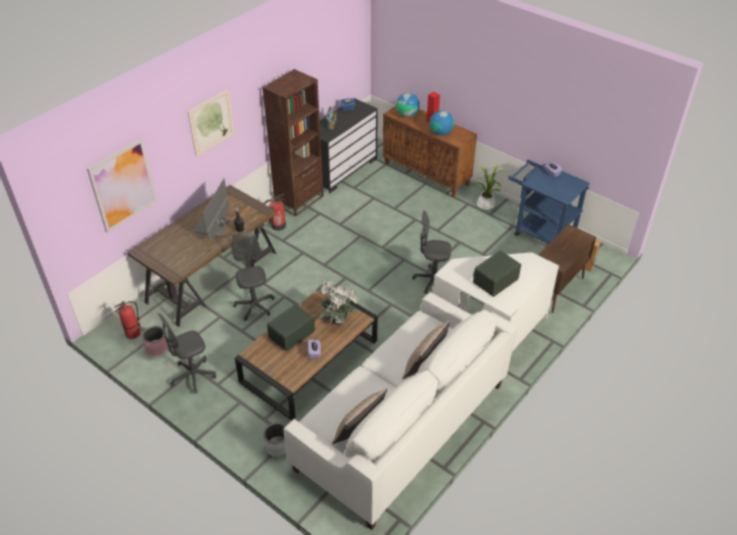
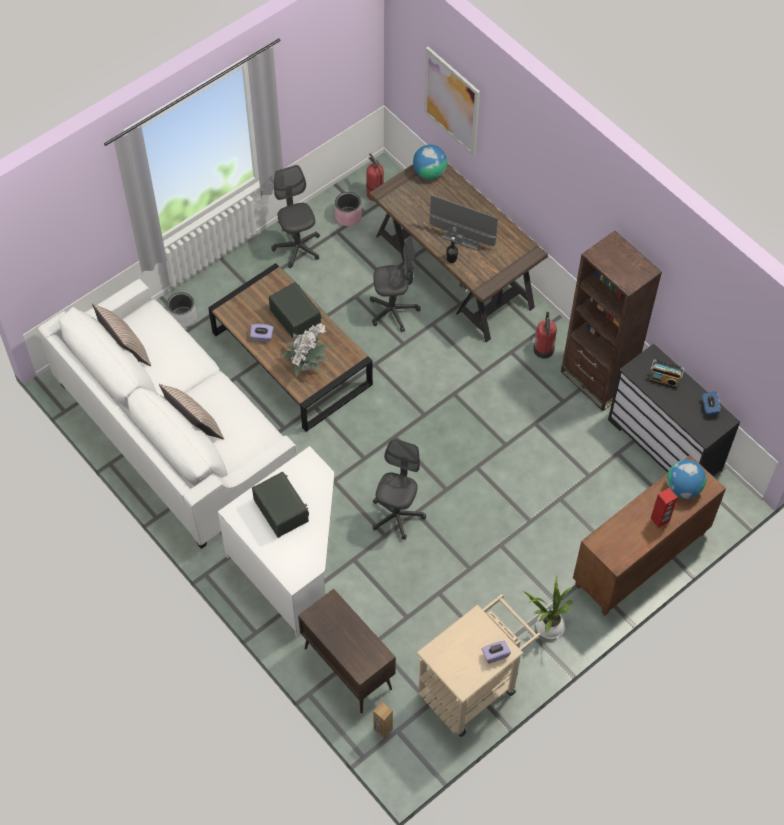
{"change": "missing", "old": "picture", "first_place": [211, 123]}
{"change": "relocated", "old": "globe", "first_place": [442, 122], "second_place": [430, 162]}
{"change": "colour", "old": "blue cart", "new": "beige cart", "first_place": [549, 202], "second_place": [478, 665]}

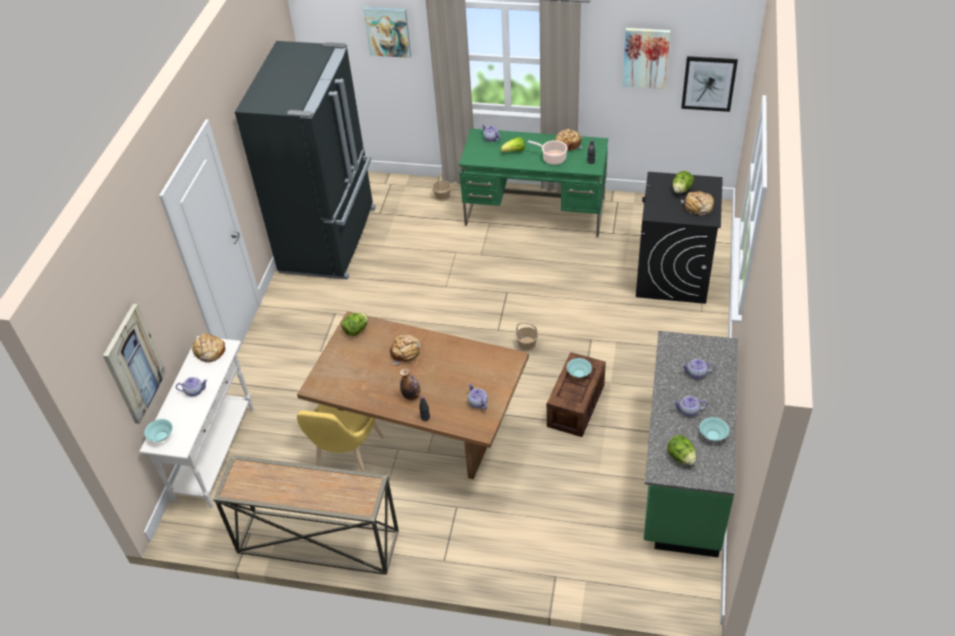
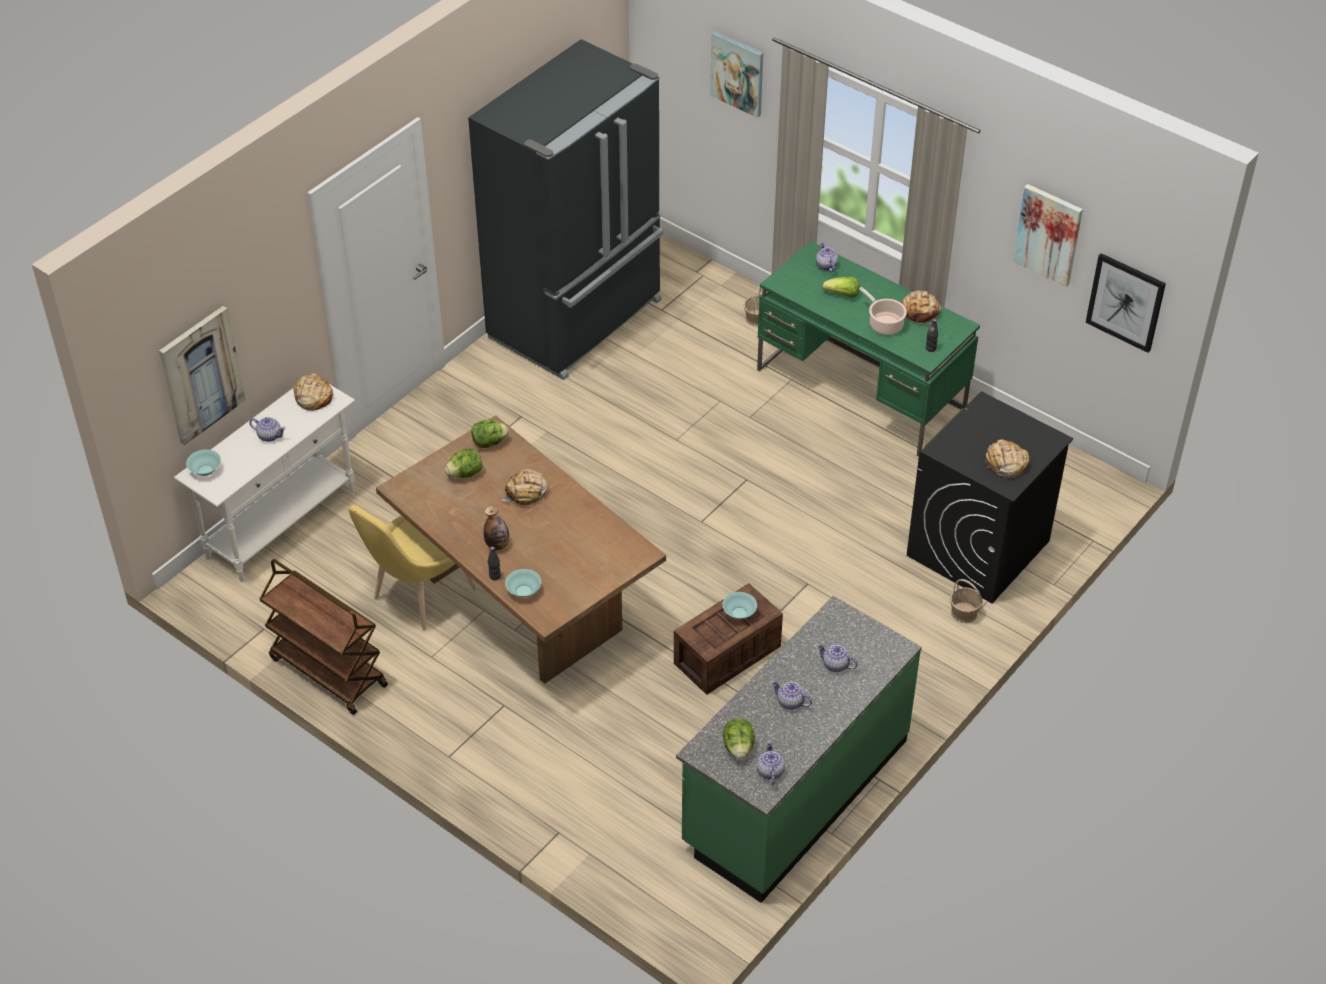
{"change": "relocated", "old": "teapot", "first_place": [478, 396], "second_place": [771, 763]}
{"change": "relocated", "old": "basket", "first_place": [527, 337], "second_place": [966, 601]}
{"change": "relocated", "old": "lettuce", "first_place": [683, 182], "second_place": [463, 463]}
{"change": "relocated", "old": "turquoise bowl", "first_place": [714, 429], "second_place": [523, 583]}
{"change": "exchanged", "old": "console table", "new": "brown cart", "first_place": [306, 515], "second_place": [323, 637]}

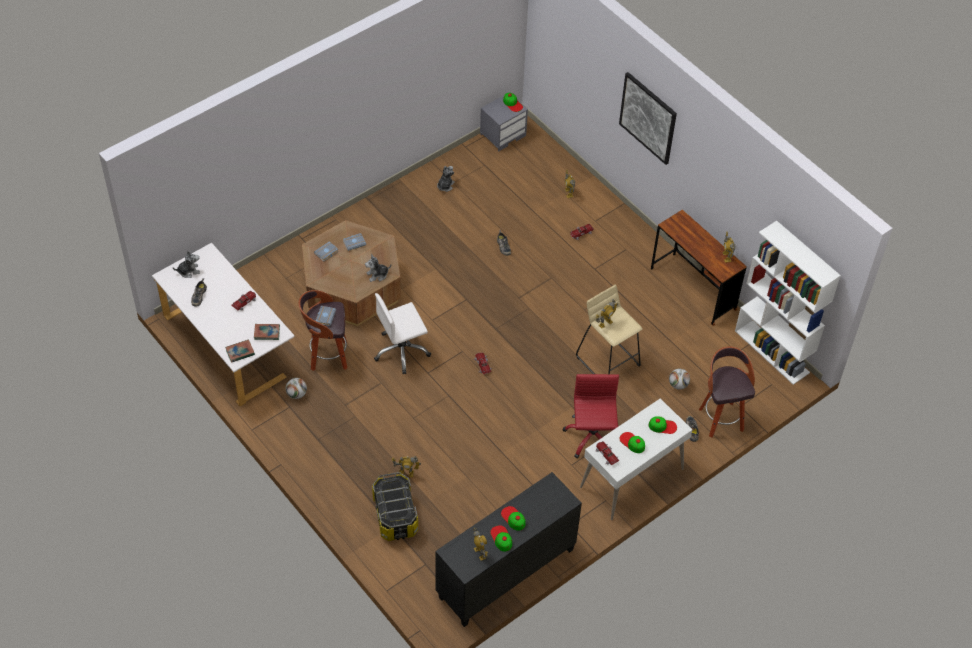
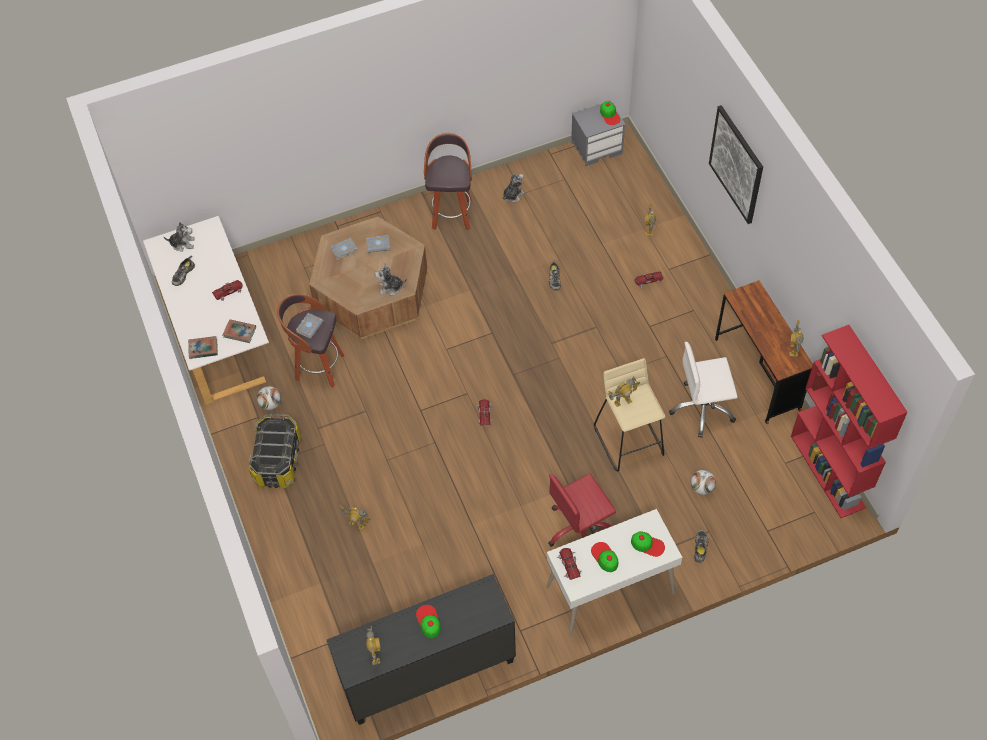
{"change": "missing", "old": "cap", "first_place": [501, 538]}
{"change": "relocated", "old": "storage box", "first_place": [395, 506], "second_place": [275, 451]}
{"change": "relocated", "old": "white office chair", "first_place": [402, 333], "second_place": [703, 390]}
{"change": "relocated", "old": "stool", "first_place": [727, 392], "second_place": [448, 182]}
{"change": "colour", "old": "white bookcase", "new": "red bookcase", "first_place": [788, 303], "second_place": [849, 421]}
{"change": "spun", "old": "red office chair", "first_place": [591, 416], "second_place": [582, 510], "degrees": -135}

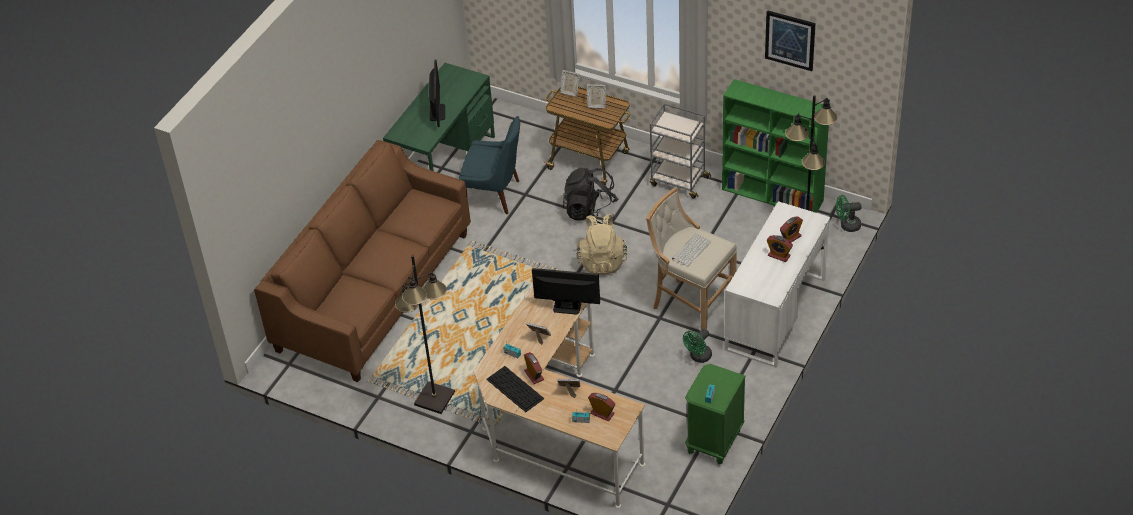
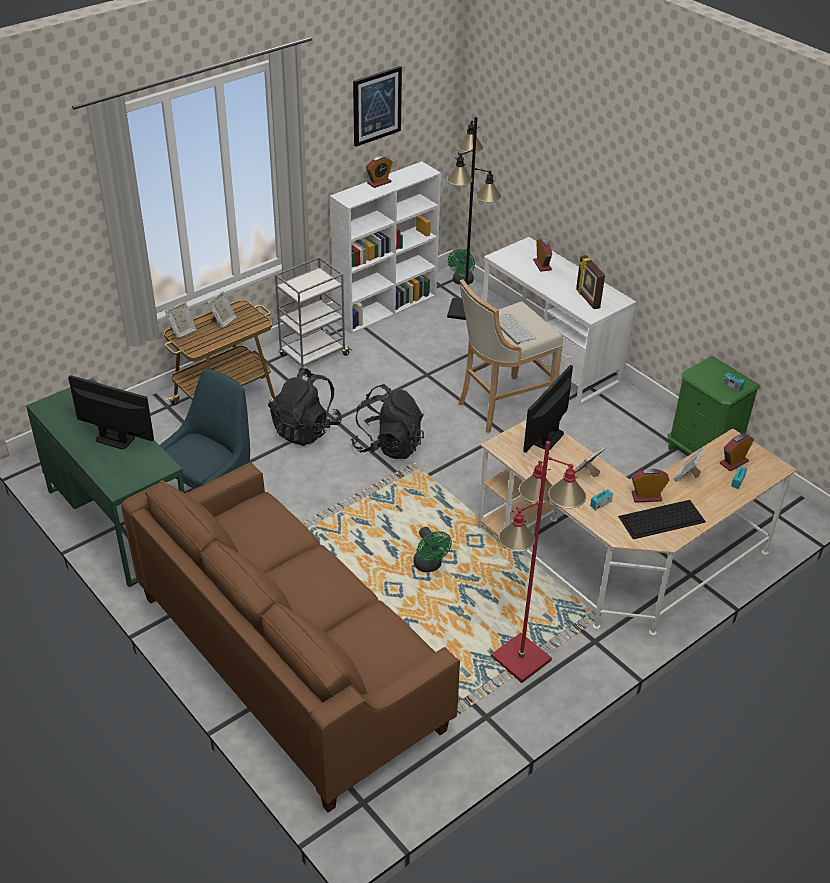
{"change": "appeared", "new": "picture frame", "second_place": [590, 282]}
{"change": "relocated", "old": "green fan", "first_place": [697, 346], "second_place": [432, 549]}
{"change": "relocated", "old": "alarm clock", "first_place": [780, 248], "second_place": [379, 172]}
{"change": "colour", "old": "black floor lamp", "new": "red floor lamp", "first_place": [425, 334], "second_place": [538, 562]}
{"change": "colour", "old": "beige backpack", "new": "black backpack", "first_place": [601, 244], "second_place": [387, 421]}
{"change": "colour", "old": "green bookcase", "new": "white bookcase", "first_place": [775, 146], "second_place": [385, 247]}

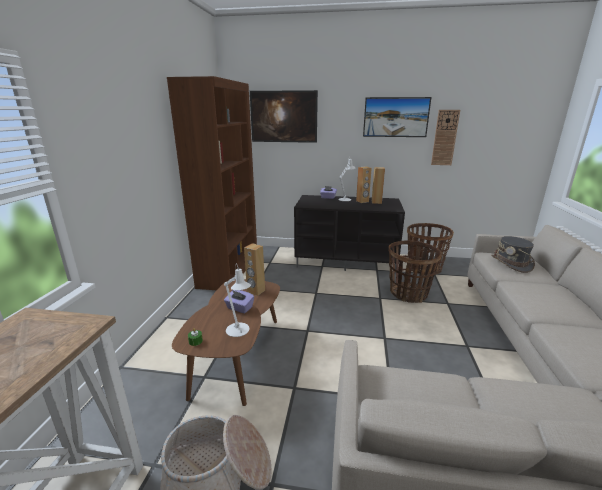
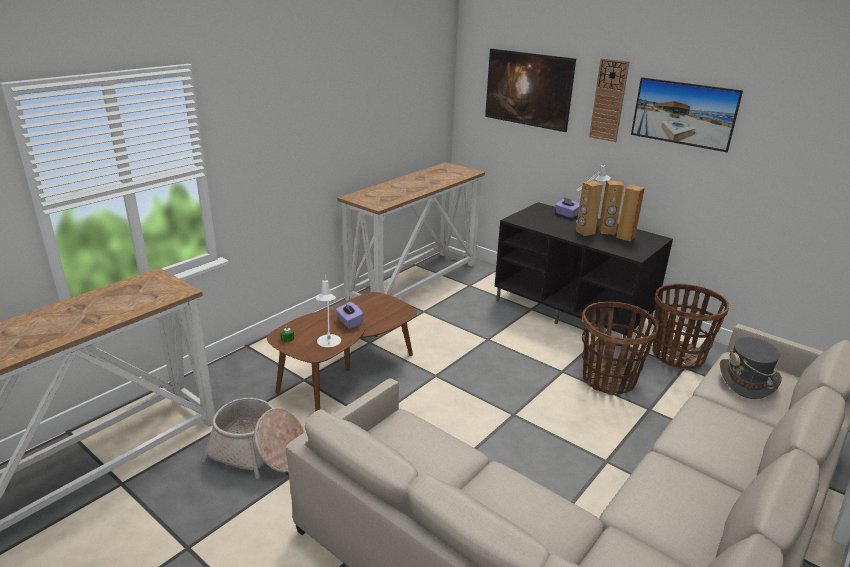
{"change": "relocated", "old": "brown speaker", "first_place": [254, 269], "second_place": [589, 208]}
{"change": "relocated", "old": "wall clock", "first_place": [445, 137], "second_place": [609, 100]}
{"change": "exchanged", "old": "brown bookcase", "new": "console table", "first_place": [212, 183], "second_place": [411, 231]}

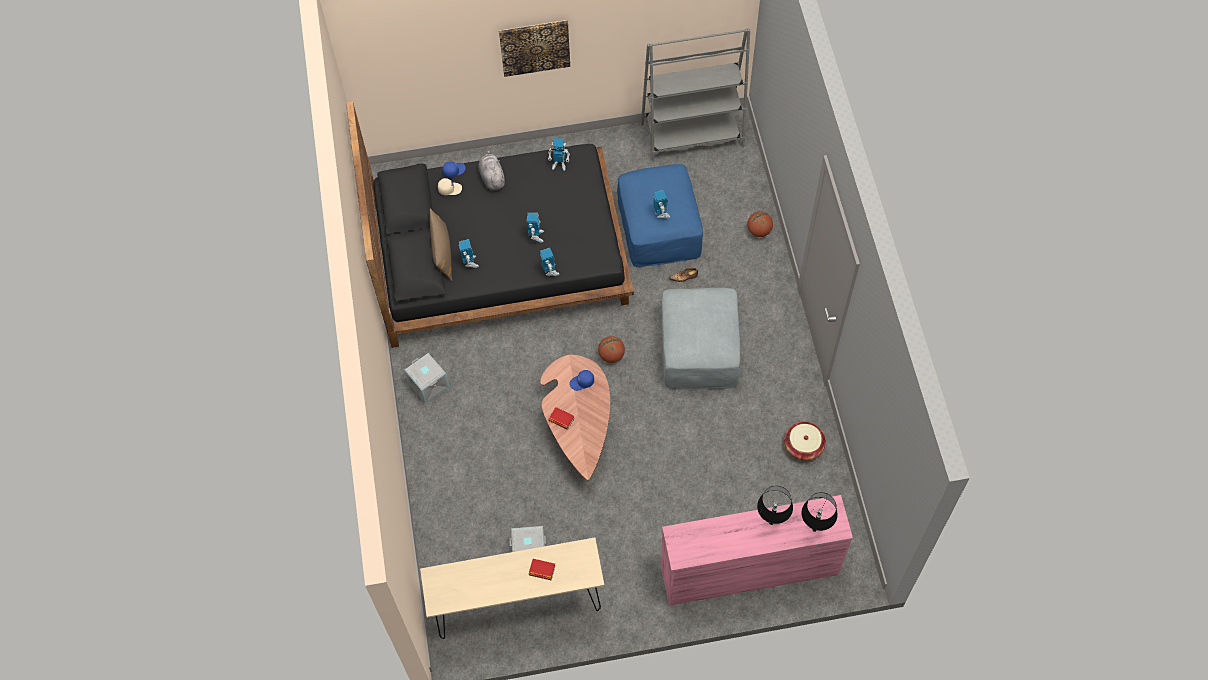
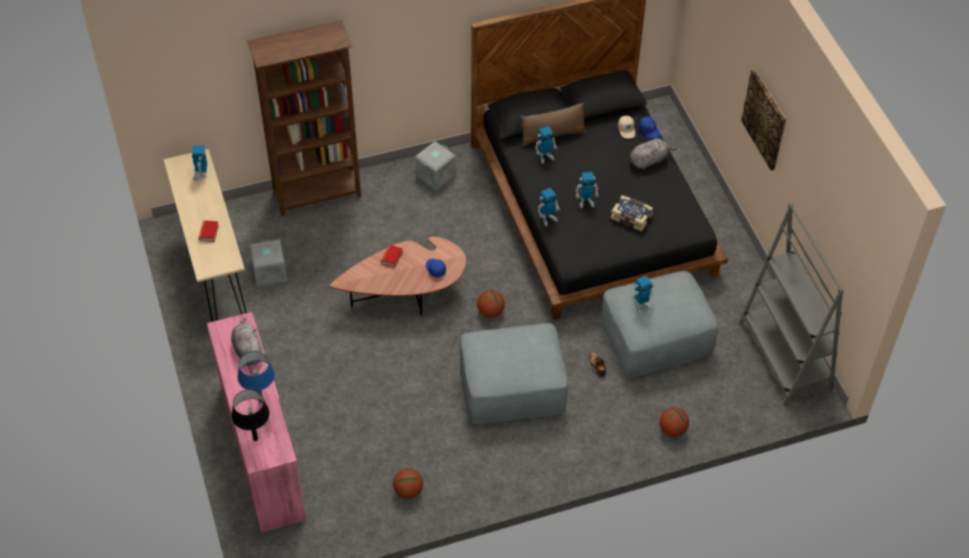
{"change": "appeared", "new": "grey plush toy", "second_place": [247, 341]}
{"change": "appeared", "new": "brown bookcase", "second_place": [304, 118]}
{"change": "appeared", "new": "book", "second_place": [632, 213]}
{"change": "relocated", "old": "toy robot", "first_place": [559, 154], "second_place": [199, 162]}
{"change": "exchanged", "old": "basket", "new": "basketball", "first_place": [805, 441], "second_place": [408, 483]}
{"change": "colour", "old": "blue ottoman", "new": "grey ottoman", "first_place": [660, 215], "second_place": [659, 324]}
{"change": "colour", "old": "black table lamp", "new": "blue table lamp", "first_place": [775, 505], "second_place": [256, 377]}

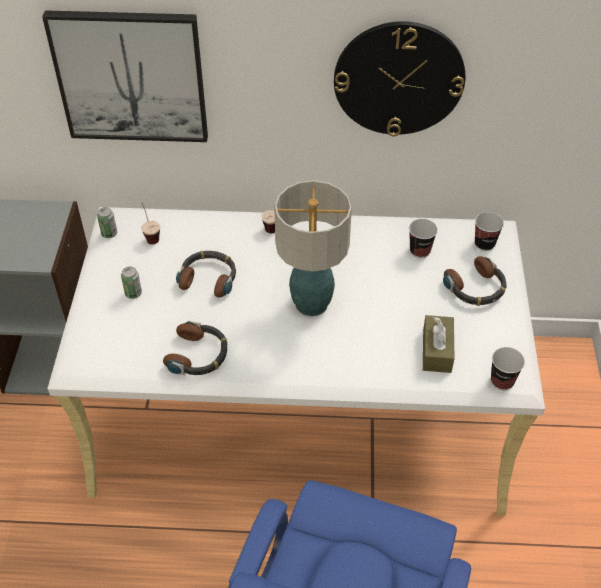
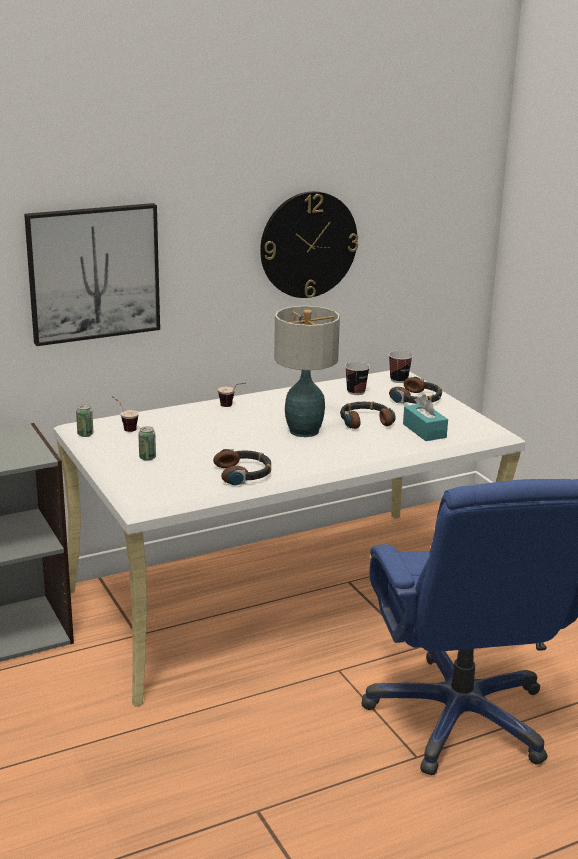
{"change": "missing", "old": "cup", "first_place": [508, 368]}
{"change": "relocated", "old": "headphones", "first_place": [206, 274], "second_place": [368, 415]}
{"change": "colour", "old": "brown tissue box", "new": "turquoise tissue box", "first_place": [438, 344], "second_place": [425, 417]}

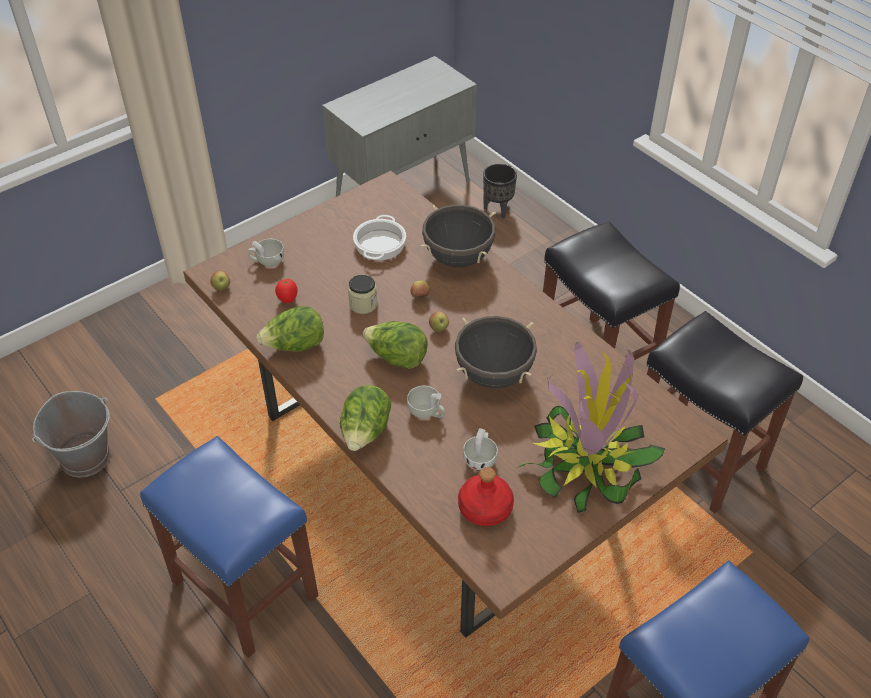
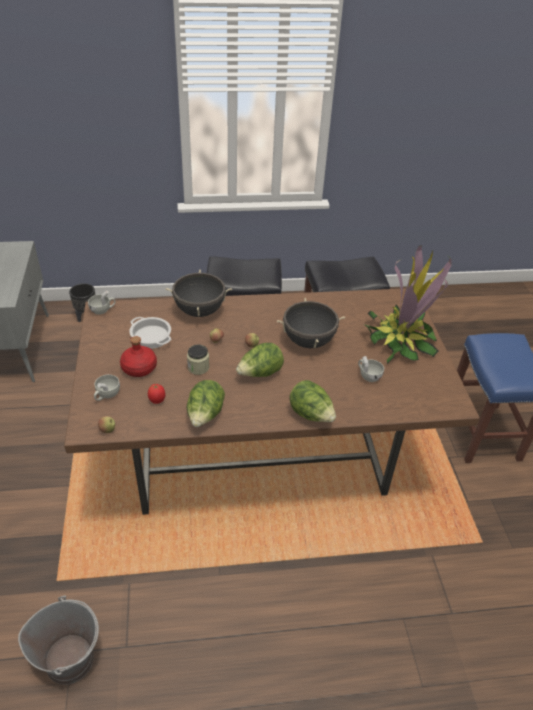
{"change": "missing", "old": "blue stool", "first_place": [229, 547]}
{"change": "relocated", "old": "white cup", "first_place": [426, 402], "second_place": [101, 302]}
{"change": "relocated", "old": "red bottle", "first_place": [486, 496], "second_place": [138, 356]}

